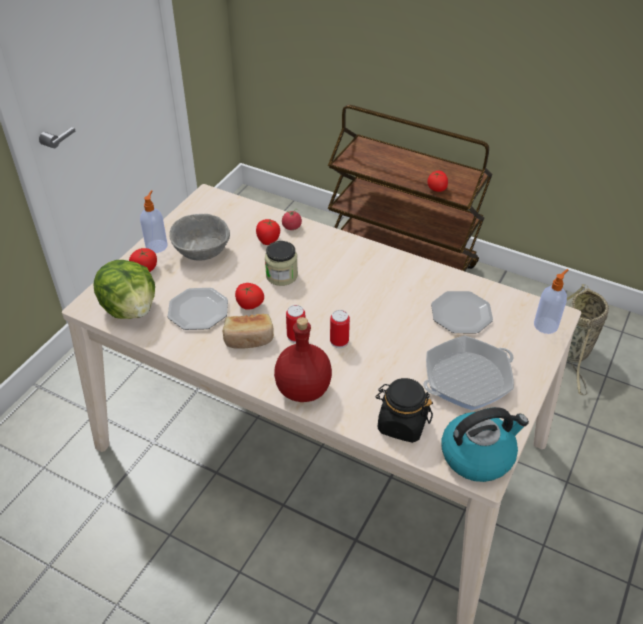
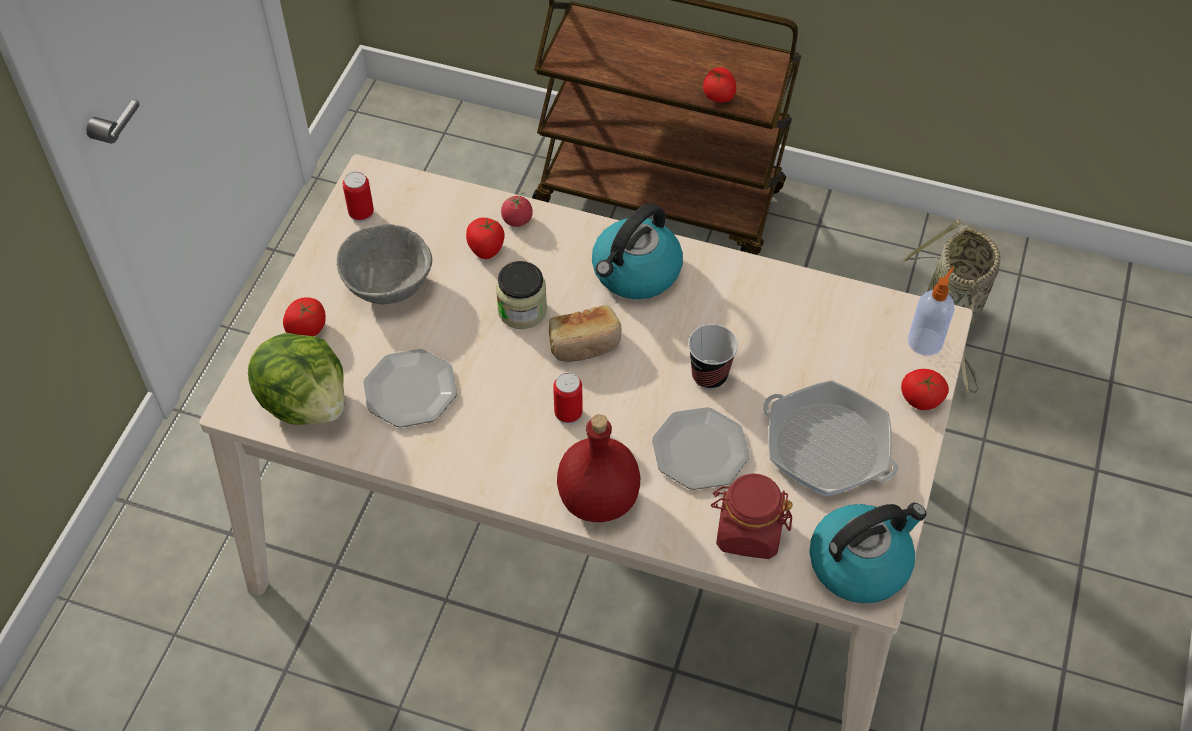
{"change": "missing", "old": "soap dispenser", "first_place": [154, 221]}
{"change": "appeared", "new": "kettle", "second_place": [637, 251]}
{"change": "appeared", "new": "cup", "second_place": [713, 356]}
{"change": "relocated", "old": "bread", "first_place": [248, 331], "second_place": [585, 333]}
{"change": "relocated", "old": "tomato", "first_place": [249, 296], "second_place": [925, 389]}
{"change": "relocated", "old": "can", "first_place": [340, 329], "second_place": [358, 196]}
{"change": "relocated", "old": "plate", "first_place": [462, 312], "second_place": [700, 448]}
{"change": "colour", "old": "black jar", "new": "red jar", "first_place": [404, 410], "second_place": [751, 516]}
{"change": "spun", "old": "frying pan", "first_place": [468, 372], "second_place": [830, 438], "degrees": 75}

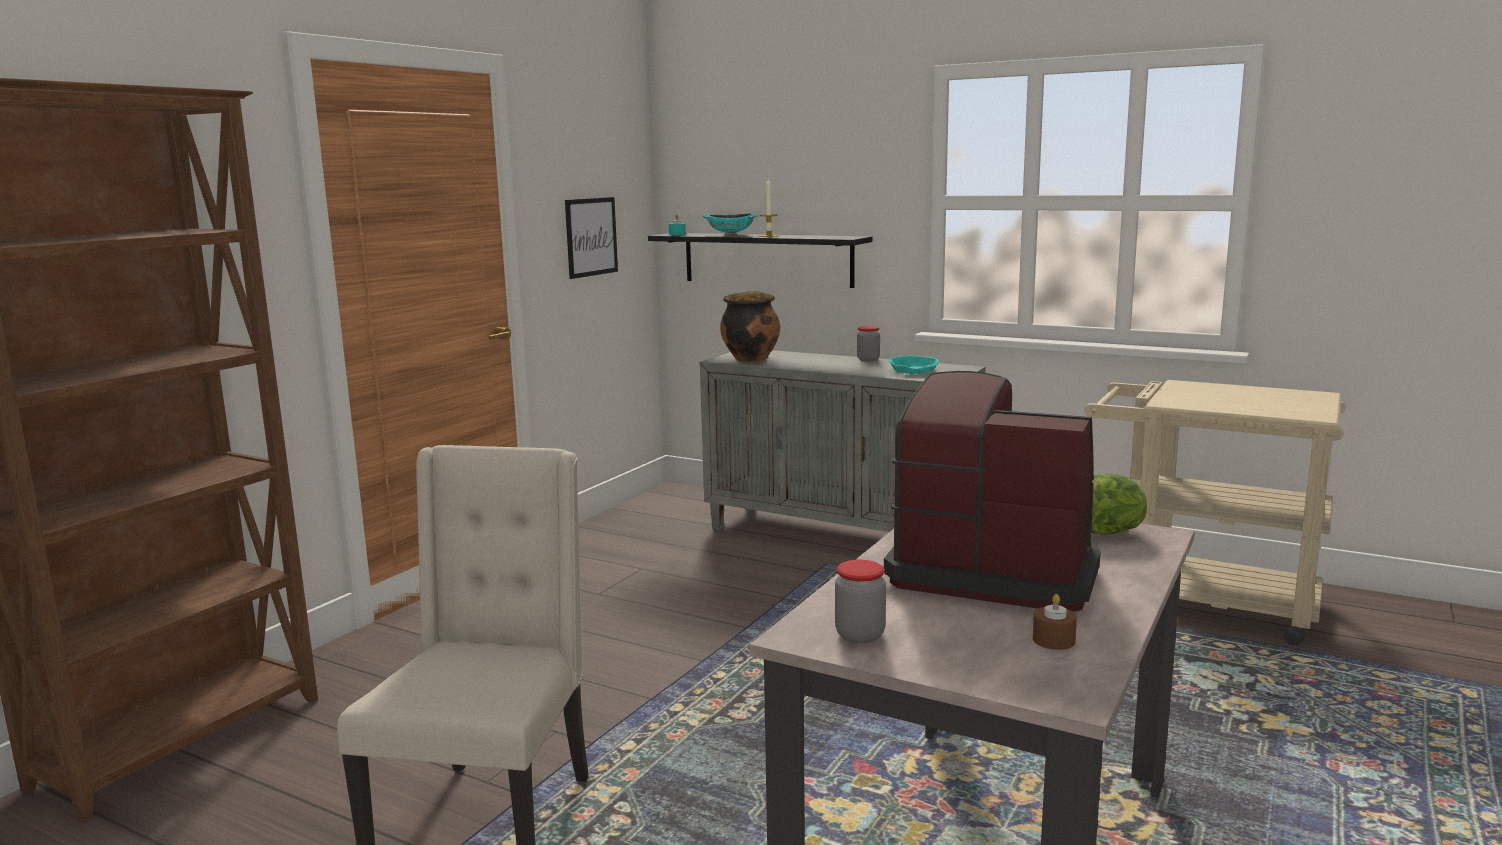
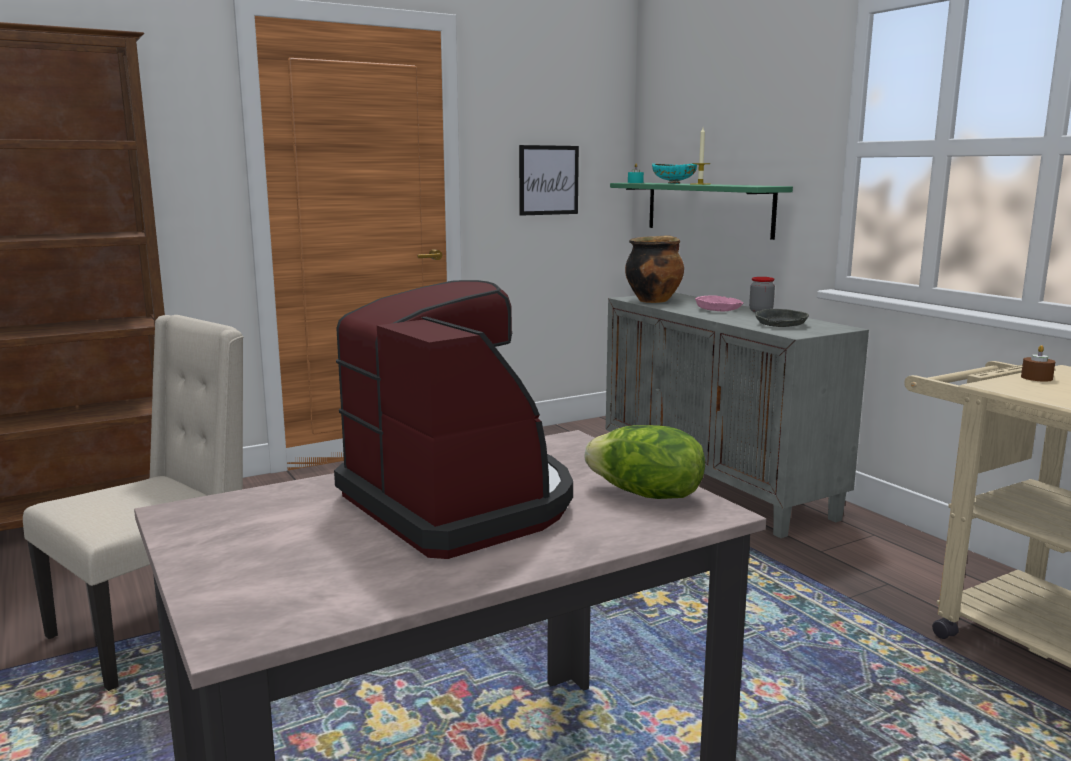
{"change": "missing", "old": "jar", "first_place": [860, 601]}
{"change": "appeared", "new": "pink bowl", "second_place": [719, 303]}
{"change": "relocated", "old": "brown candle", "first_place": [1055, 622], "second_place": [1038, 363]}
{"change": "colour", "old": "black shelf", "new": "green shelf", "first_place": [760, 260], "second_place": [701, 211]}
{"change": "colour", "old": "turquoise bowl", "new": "grey bowl", "first_place": [914, 365], "second_place": [782, 318]}

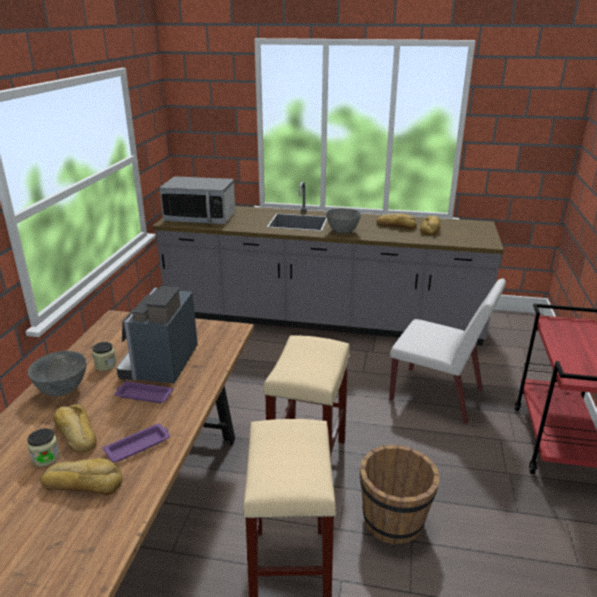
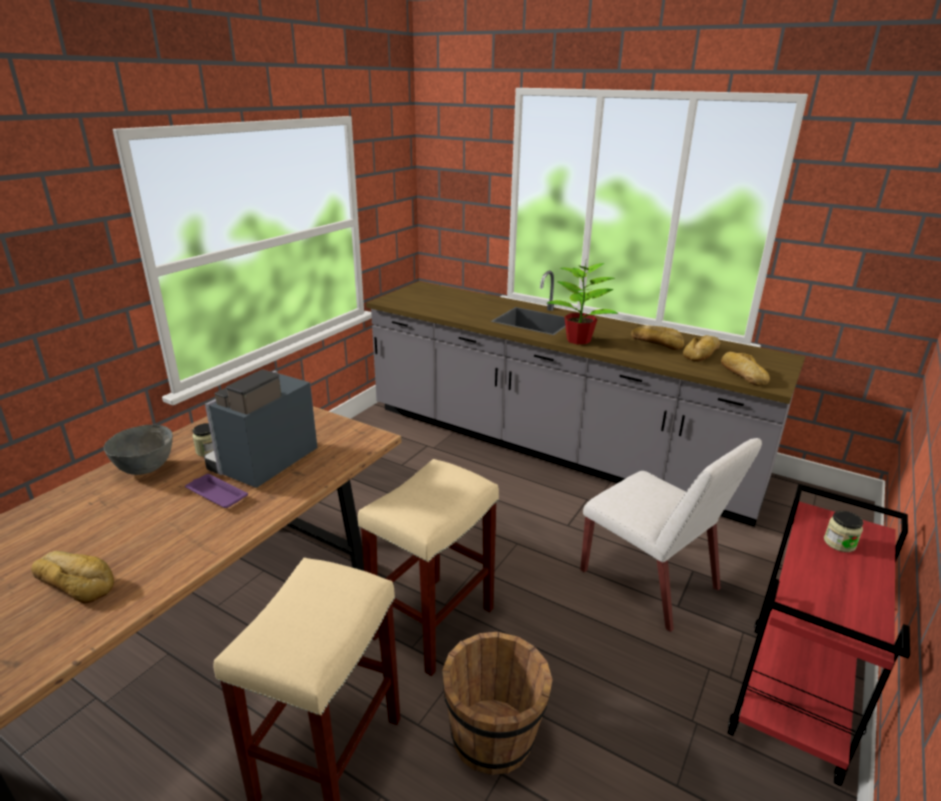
{"change": "missing", "old": "purple tray", "first_place": [136, 443]}
{"change": "missing", "old": "microwave", "first_place": [197, 200]}
{"change": "relocated", "old": "jar", "first_place": [43, 447], "second_place": [843, 531]}
{"change": "relocated", "old": "bread", "first_place": [75, 428], "second_place": [745, 368]}
{"change": "exchanged", "old": "grey bowl", "new": "potted plant", "first_place": [343, 221], "second_place": [582, 301]}

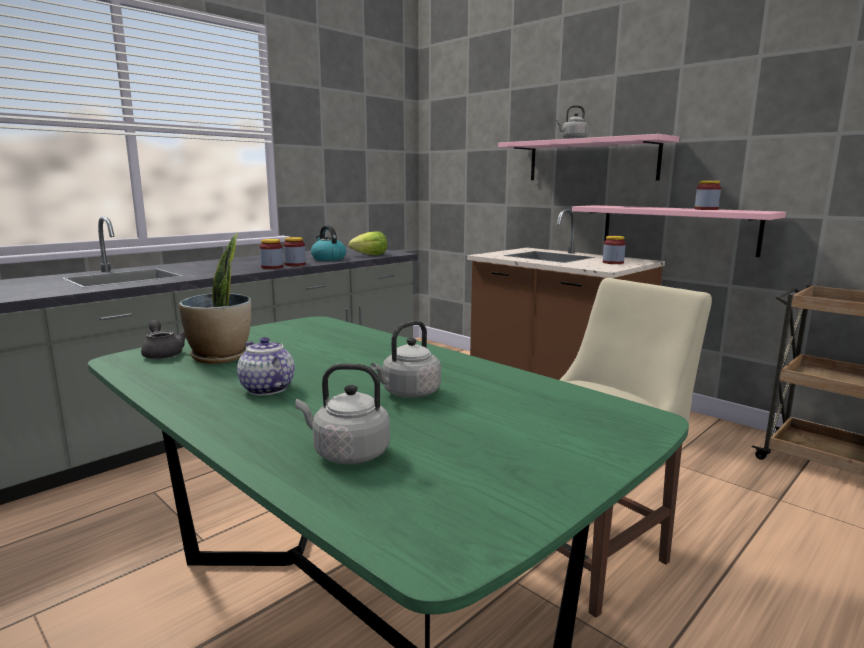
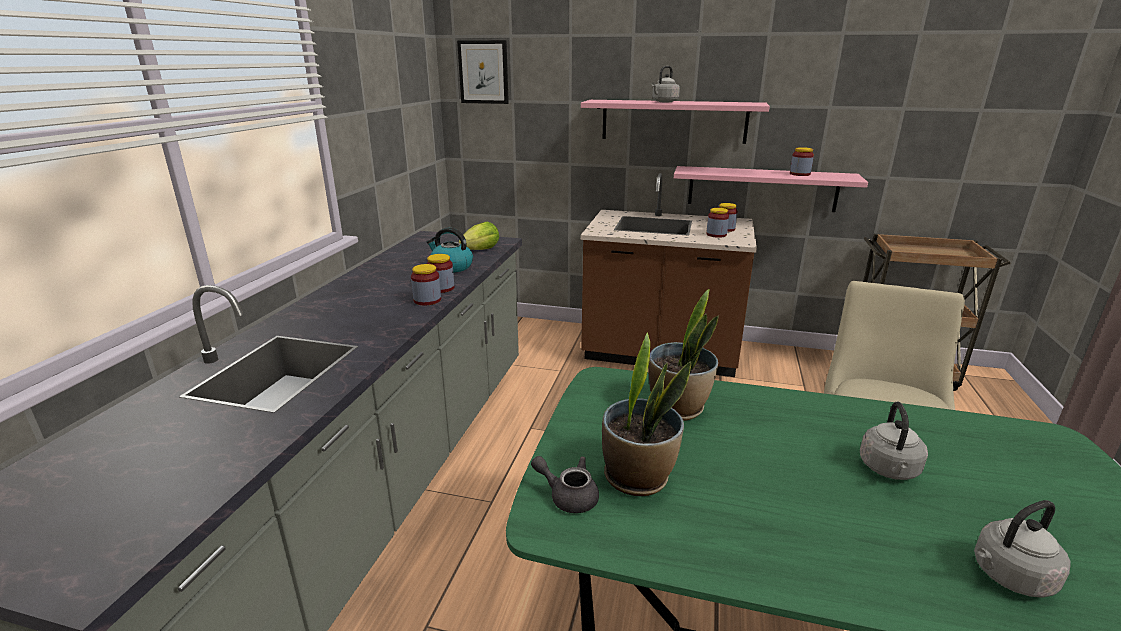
{"change": "missing", "old": "teapot", "first_place": [266, 366]}
{"change": "appeared", "new": "picture", "second_place": [483, 72]}
{"change": "appeared", "new": "potted plant", "second_place": [683, 355]}
{"change": "appeared", "new": "jar", "second_place": [717, 223]}

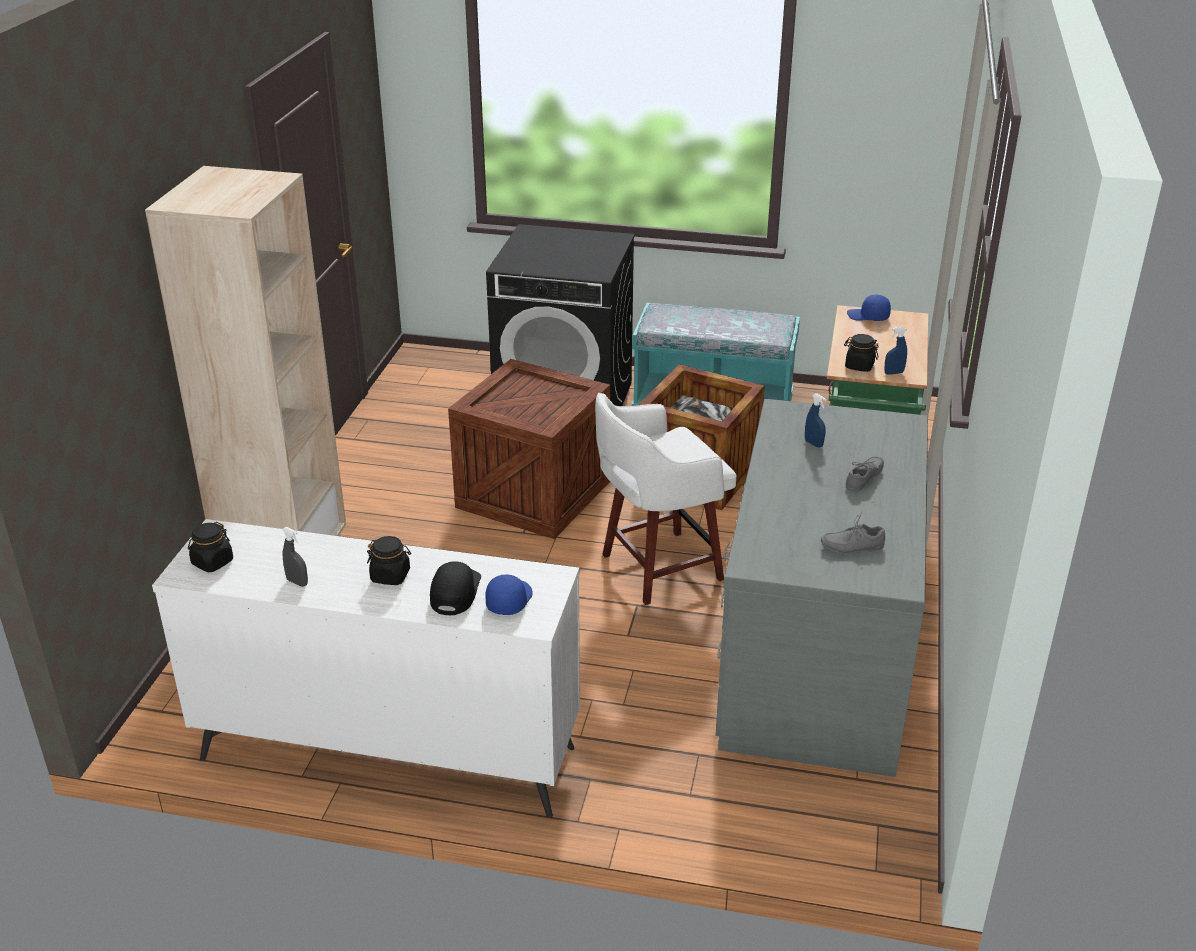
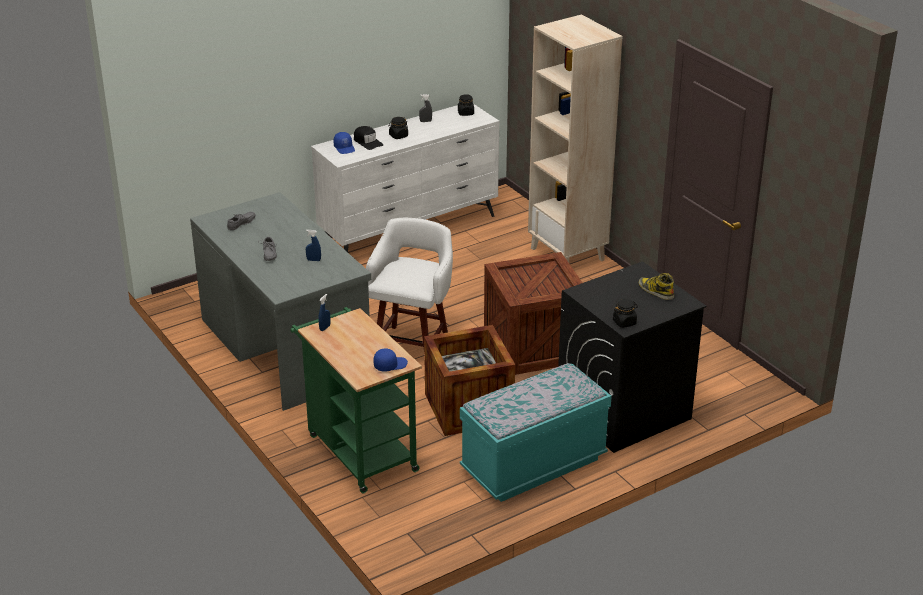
{"change": "appeared", "new": "boot", "second_place": [656, 286]}
{"change": "relocated", "old": "black jar", "first_place": [861, 353], "second_place": [625, 313]}

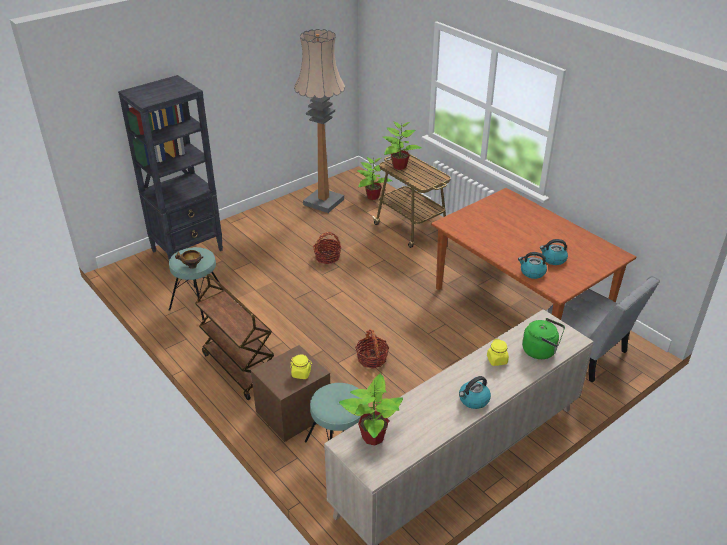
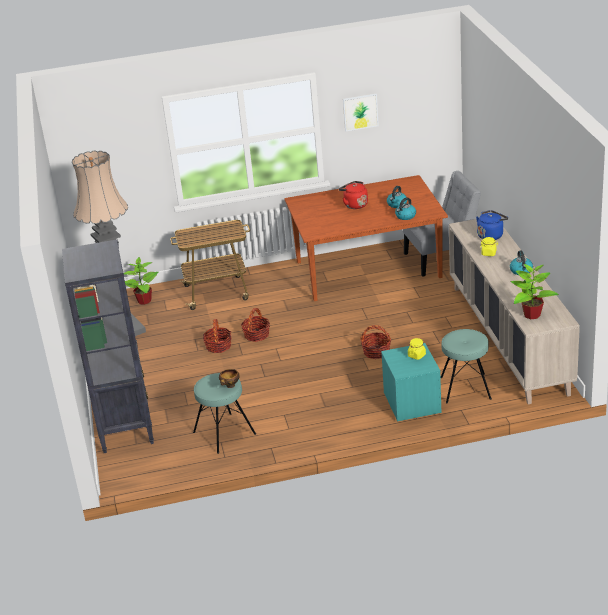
{"change": "missing", "old": "brown cart", "first_place": [234, 337]}
{"change": "missing", "old": "potted plant", "first_place": [402, 145]}
{"change": "appeared", "new": "basket", "second_place": [255, 325]}
{"change": "appeared", "new": "red kettle", "second_place": [353, 195]}
{"change": "appeared", "new": "picture", "second_place": [361, 112]}
{"change": "colour", "old": "brown nightstand", "new": "turquoise nightstand", "first_place": [290, 393], "second_place": [411, 382]}
{"change": "colour", "old": "green kettle", "new": "blue kettle", "first_place": [543, 338], "second_place": [492, 225]}

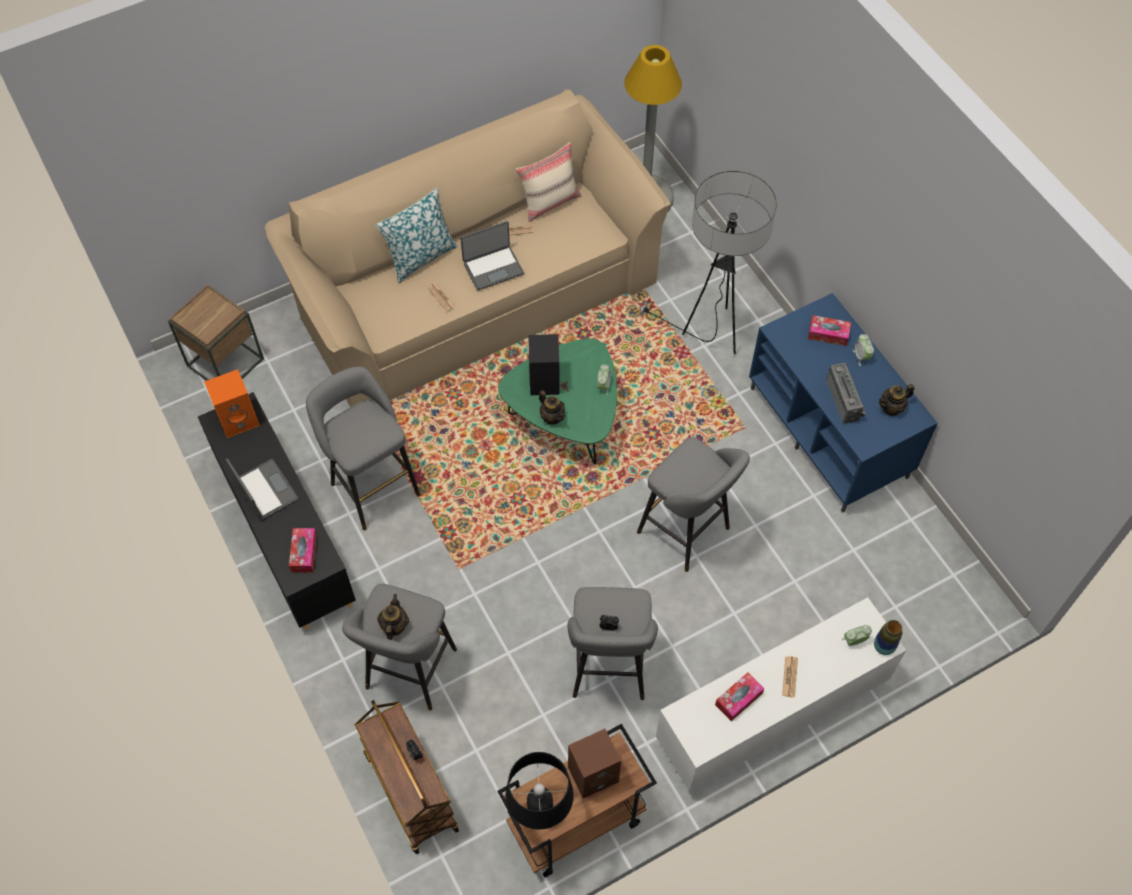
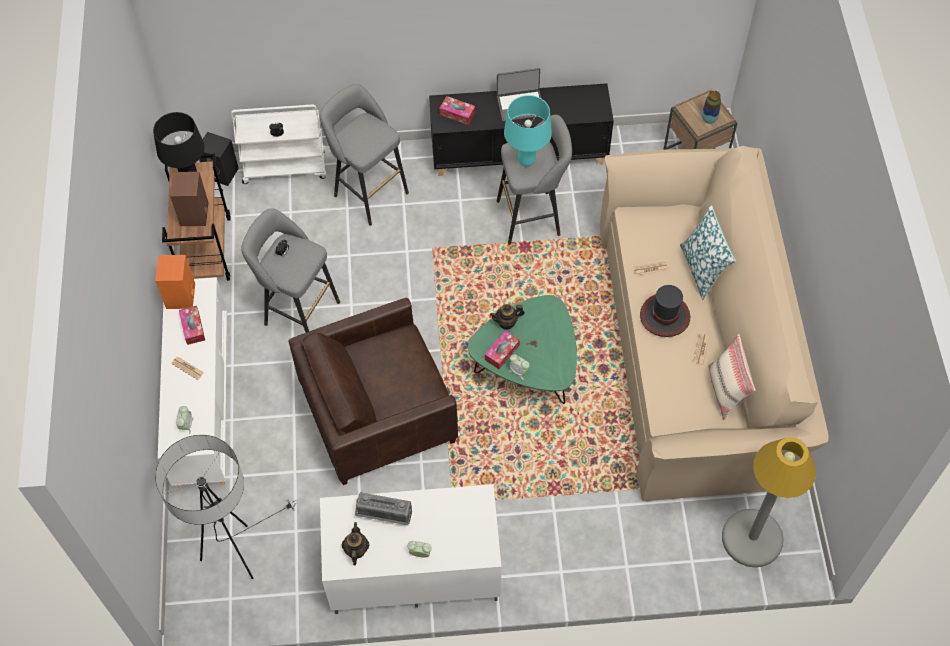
{"change": "missing", "old": "teapot", "first_place": [393, 617]}
{"change": "appeared", "new": "turquoise table lamp", "second_place": [528, 130]}
{"change": "relocated", "old": "orange speaker", "first_place": [232, 403], "second_place": [175, 282]}
{"change": "relocated", "old": "black speaker", "first_place": [544, 364], "second_place": [219, 159]}
{"change": "relocated", "old": "floor lamp", "first_place": [707, 262], "second_place": [226, 507]}
{"change": "relocated", "old": "tissue box", "first_place": [829, 330], "second_place": [502, 349]}
{"change": "relocated", "old": "vase", "first_place": [888, 637], "second_place": [711, 107]}
{"change": "exchanged", "old": "laptop", "new": "hat", "first_place": [492, 255], "second_place": [665, 311]}
{"change": "exchanged", "old": "grey stool", "new": "brown armchair", "first_place": [693, 504], "second_place": [373, 391]}
{"change": "colour", "old": "brown cart", "new": "white cart", "first_place": [406, 777], "second_place": [279, 144]}
{"change": "colour", "old": "blue tv stand", "new": "white tv stand", "first_place": [843, 403], "second_place": [410, 549]}

